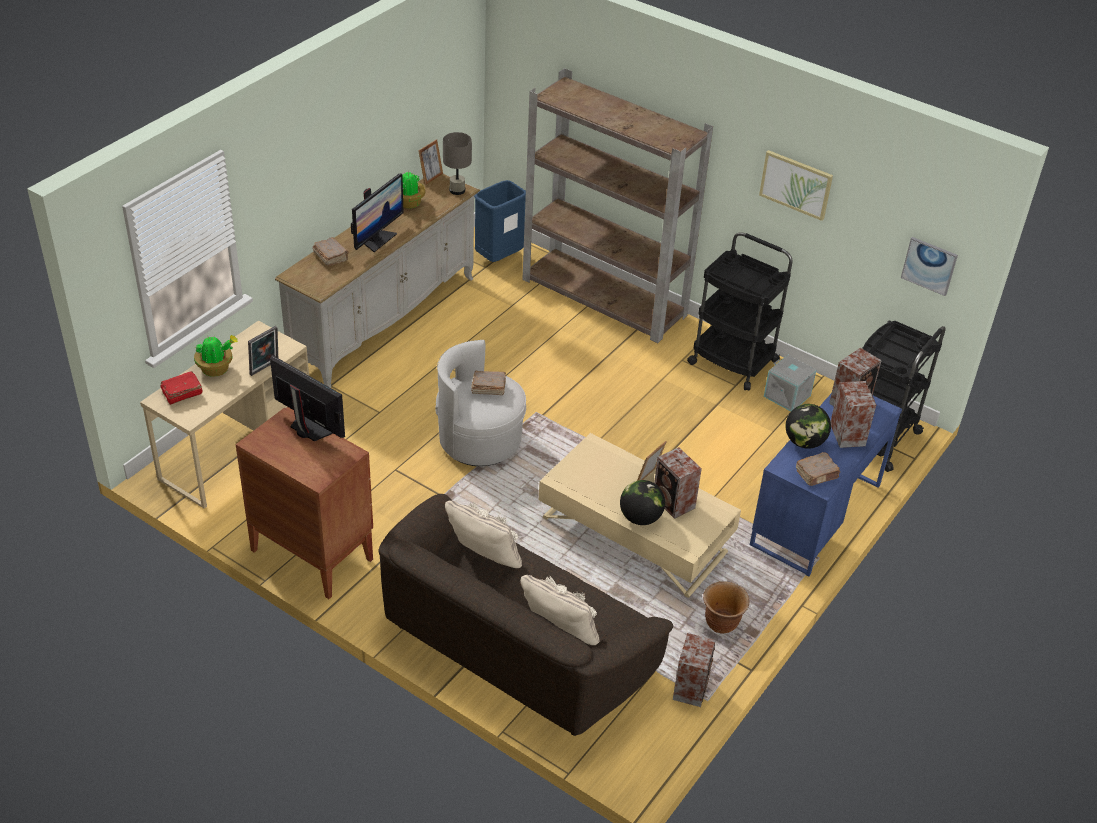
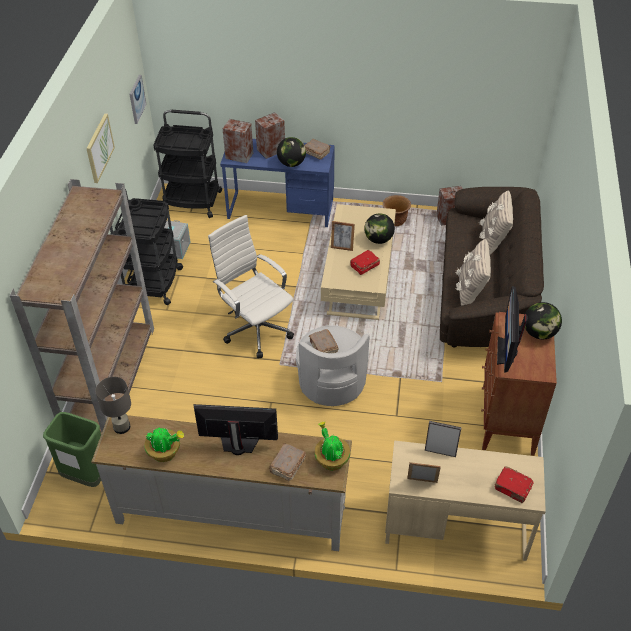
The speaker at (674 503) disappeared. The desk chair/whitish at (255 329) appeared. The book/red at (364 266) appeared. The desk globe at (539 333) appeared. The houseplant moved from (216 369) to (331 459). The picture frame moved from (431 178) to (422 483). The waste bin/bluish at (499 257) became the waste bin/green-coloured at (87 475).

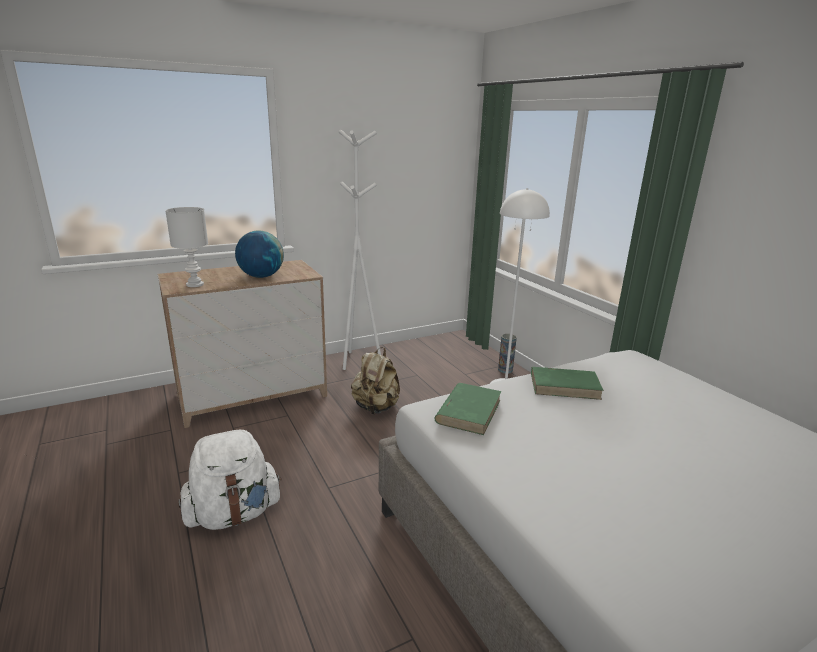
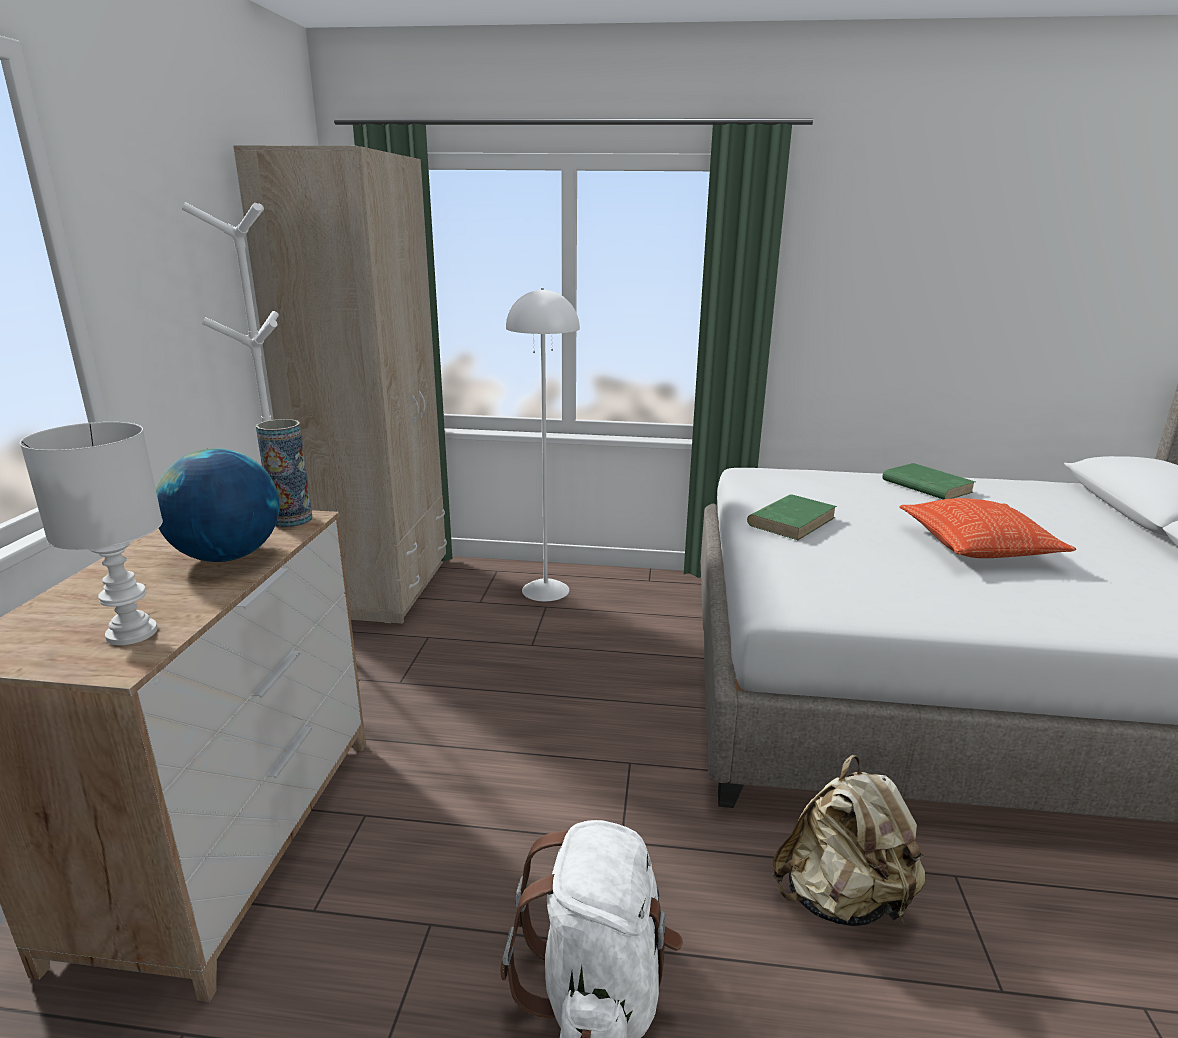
The clothes cupboard/beige-coloured at (385 585) appeared. The pillow/orangey at (978 547) appeared. The backpack/beige-coloured moved from (376 407) to (842 898). The book/green-coloured moved from (469 411) to (926 486). The decorative vase moved from (505 370) to (291 520).

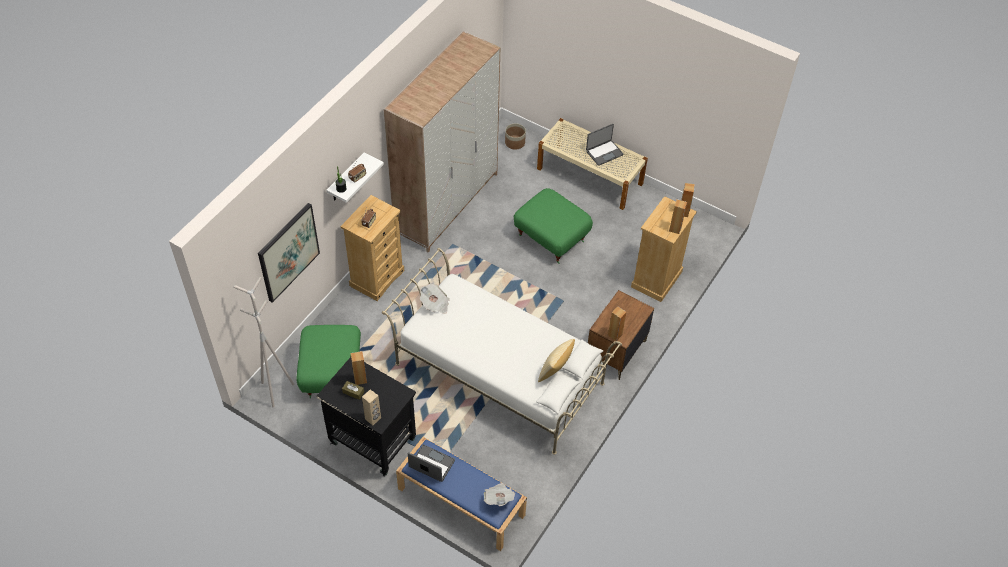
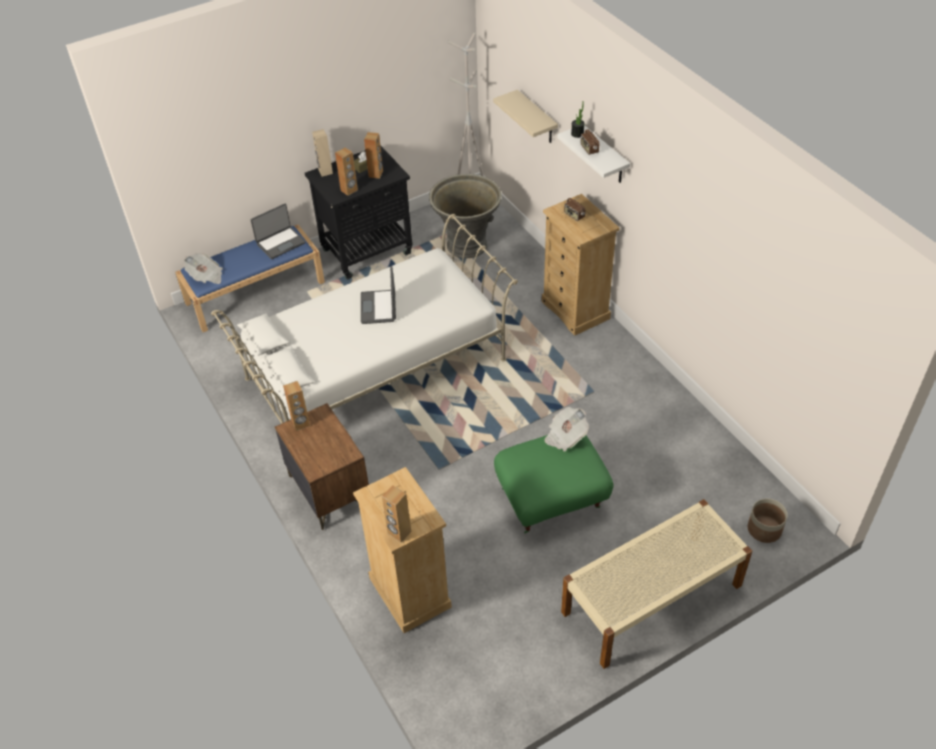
The clothes cupboard/whitish at (446 203) disappeared. The pillow at (555 371) disappeared. The newspaper moved from (435 304) to (565 436). The notebook computer moved from (604 152) to (379 307). The speaker/brownish moved from (675 229) to (349 190). The wall art at (288 252) was replaced by the wall shelf/beige-coloured at (537 118). The footrest/green-coloured at (331 373) was replaced by the planter/gray at (467 245).

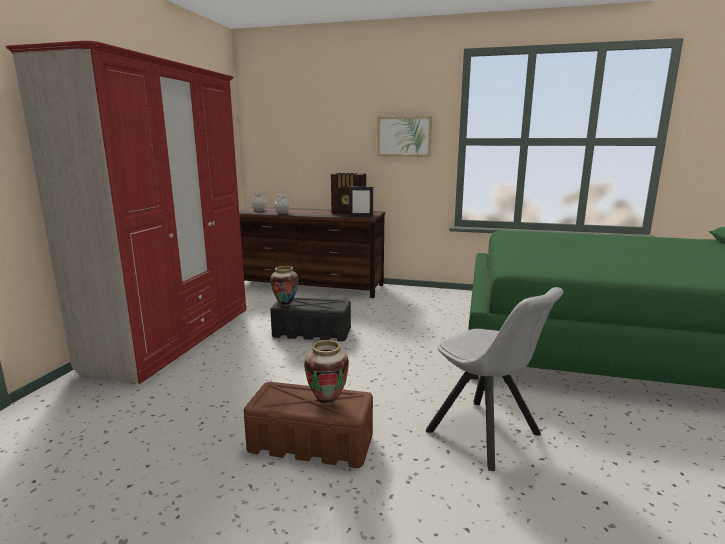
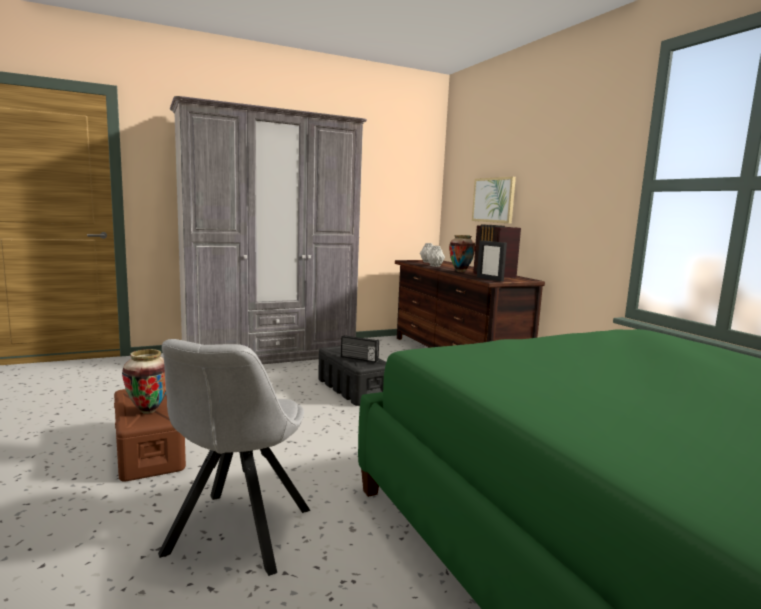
The radio at (359 359) appeared. The decorative vase moved from (285 304) to (460 271). The wall art moved from (404 136) to (493 200). The clothes cupboard/red at (175 337) became the clothes cupboard/gray at (271 355).

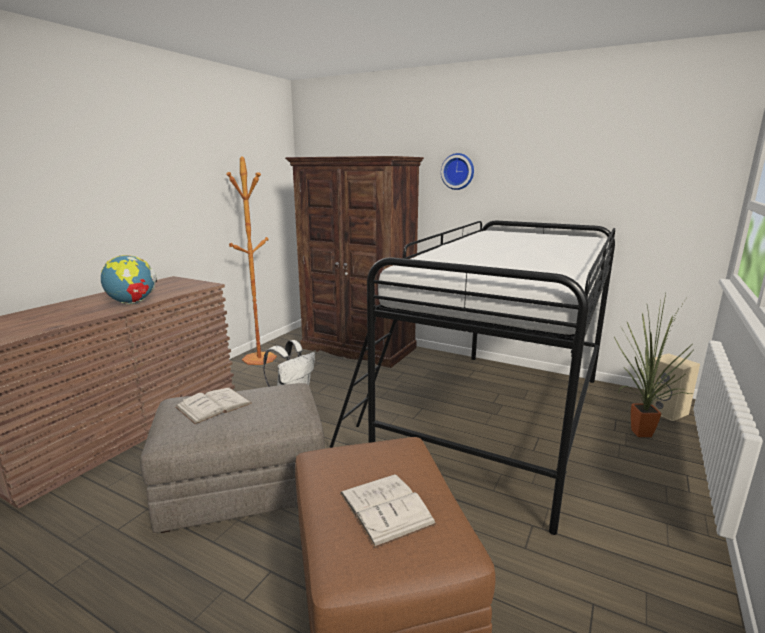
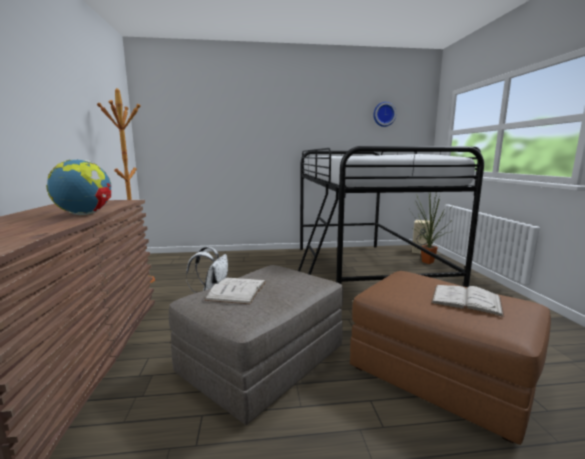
The clothes cupboard/brownish at (358 348) disappeared. The wall clock moved from (458 171) to (384 114).

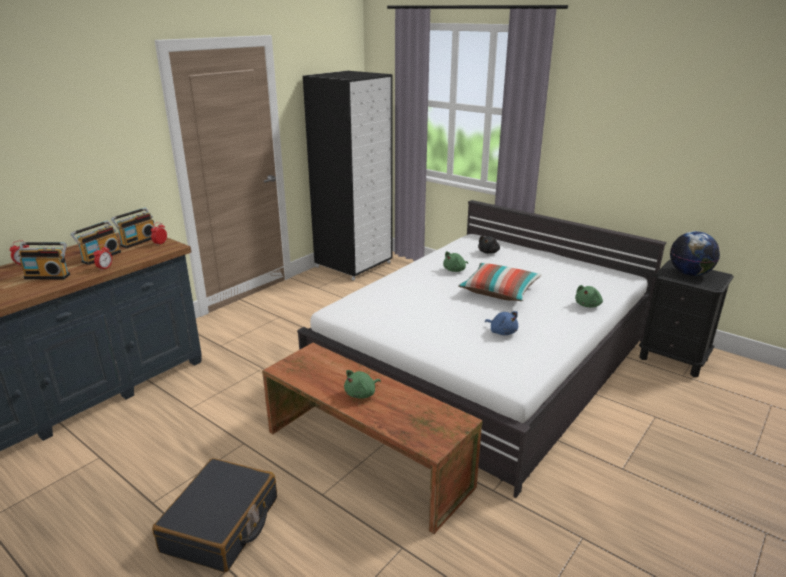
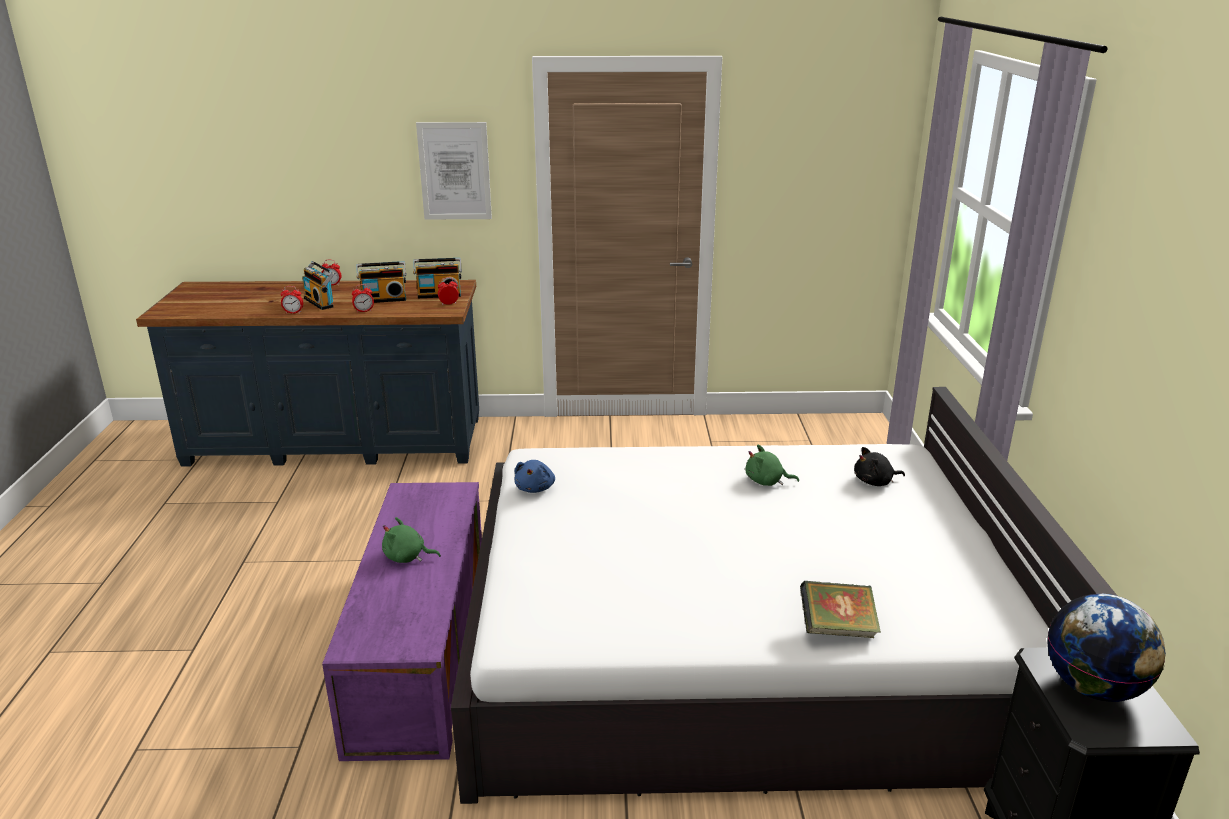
The suitcase/black-coloured at (221 525) disappeared. The clothes cupboard at (353 265) disappeared. The pillow at (499 291) disappeared. The alarm clock at (293 312) appeared. The wall art at (454 171) appeared. The plush toy/bluish moved from (502 332) to (535 488). The plush toy/green-coloured at (588 305) was replaced by the book at (837 629). The bench/brownish at (369 457) became the bench/purplish at (423 649).

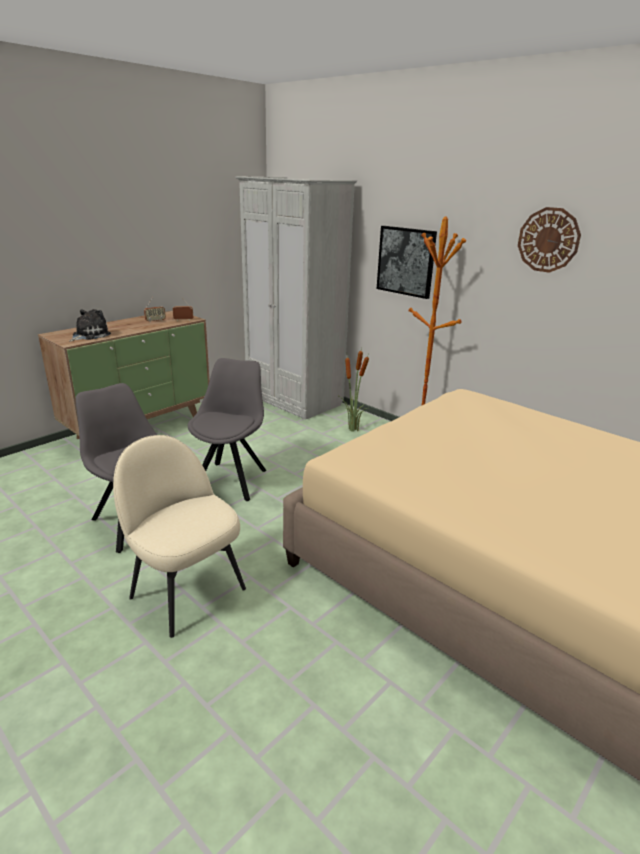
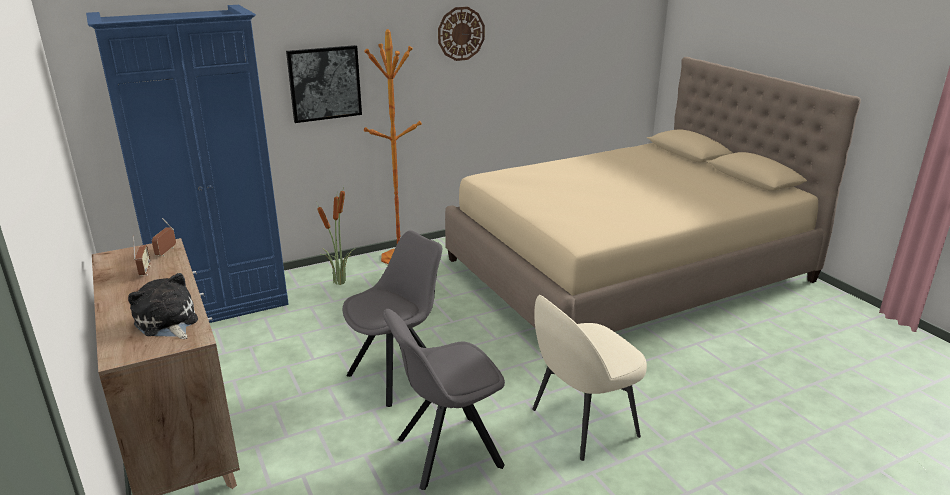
The clothes cupboard/whitish at (293 399) became the clothes cupboard/bluish at (222 302). The chair/gray at (231 481) turned 105 degrees clockwise.

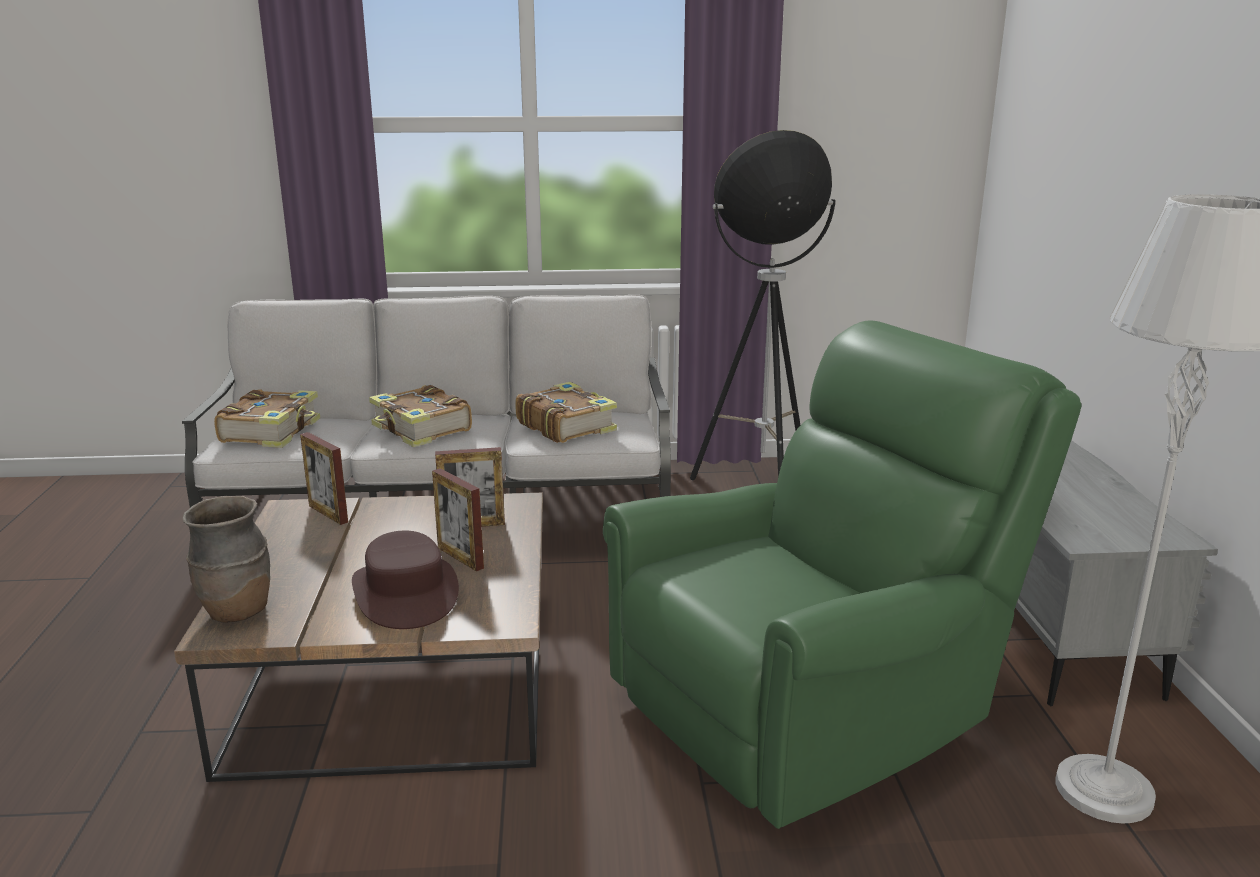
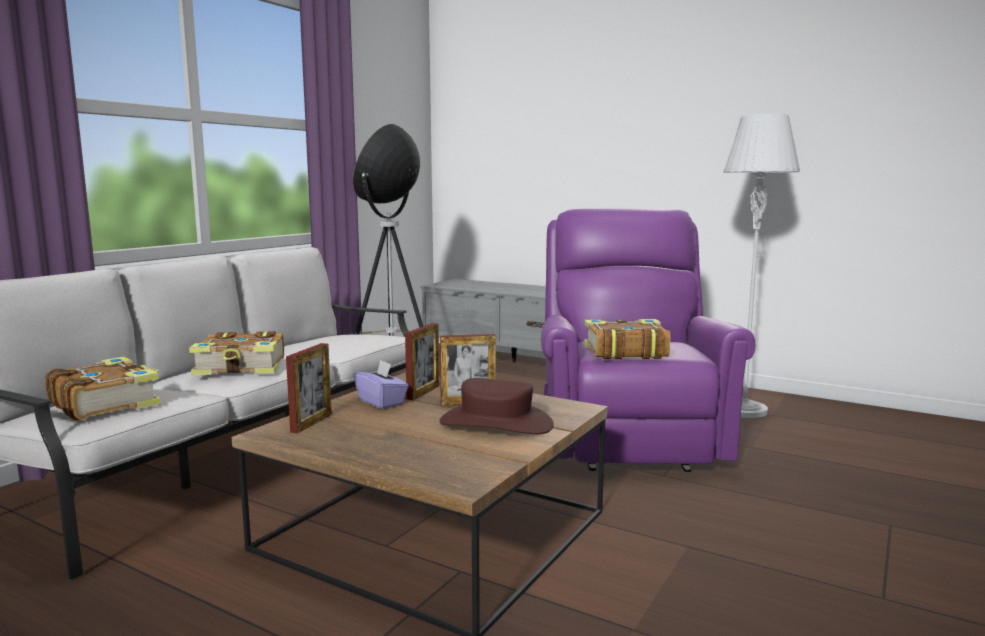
The decorative vase/brownish at (237 612) disappeared. The tissue box/purplish at (382 402) appeared. The book moved from (566 426) to (624 351). The lounge chair/green-coloured at (812 709) became the lounge chair/purplish at (627 435). The picture frame at (328 514) turned 60 degrees counterclockwise.

